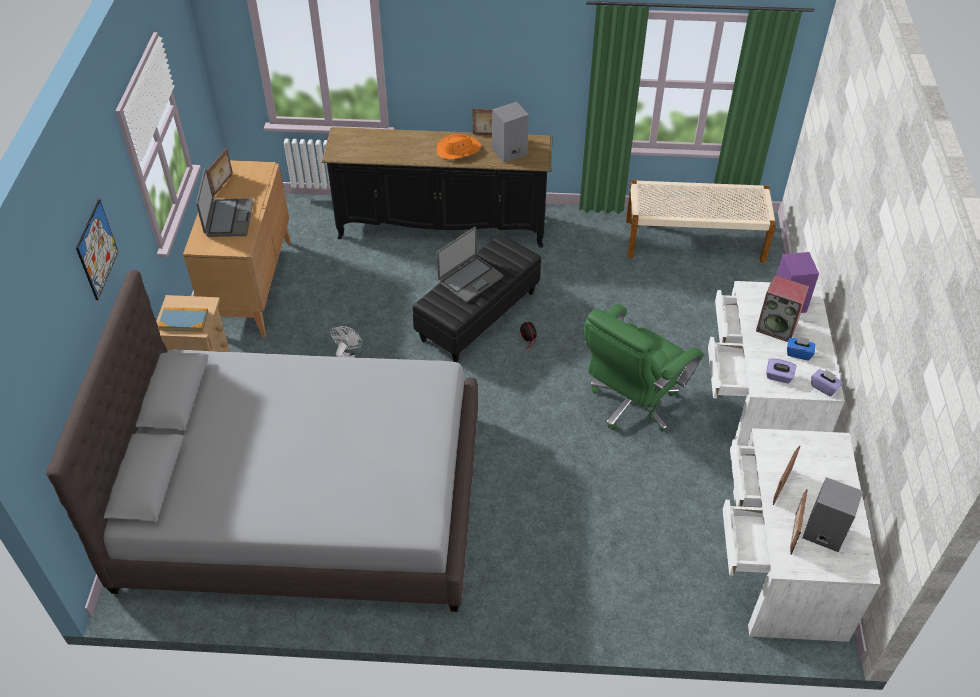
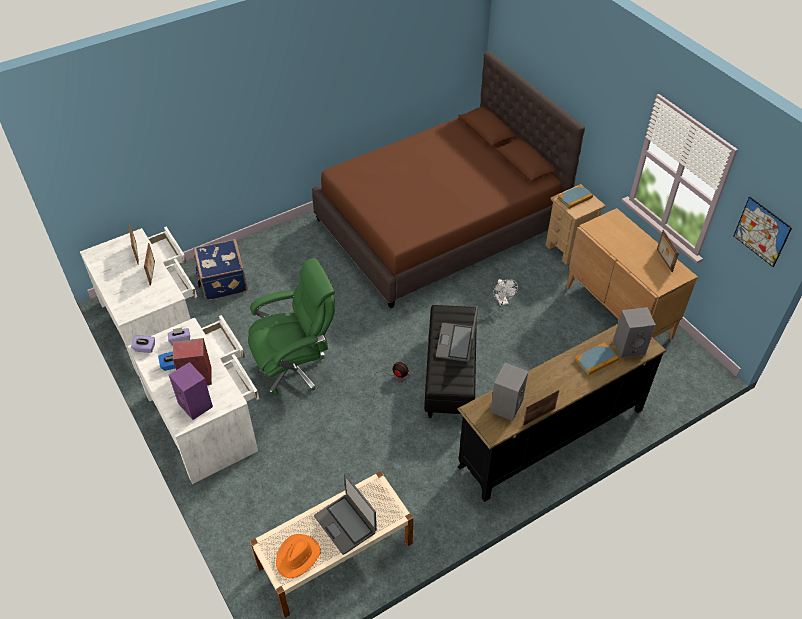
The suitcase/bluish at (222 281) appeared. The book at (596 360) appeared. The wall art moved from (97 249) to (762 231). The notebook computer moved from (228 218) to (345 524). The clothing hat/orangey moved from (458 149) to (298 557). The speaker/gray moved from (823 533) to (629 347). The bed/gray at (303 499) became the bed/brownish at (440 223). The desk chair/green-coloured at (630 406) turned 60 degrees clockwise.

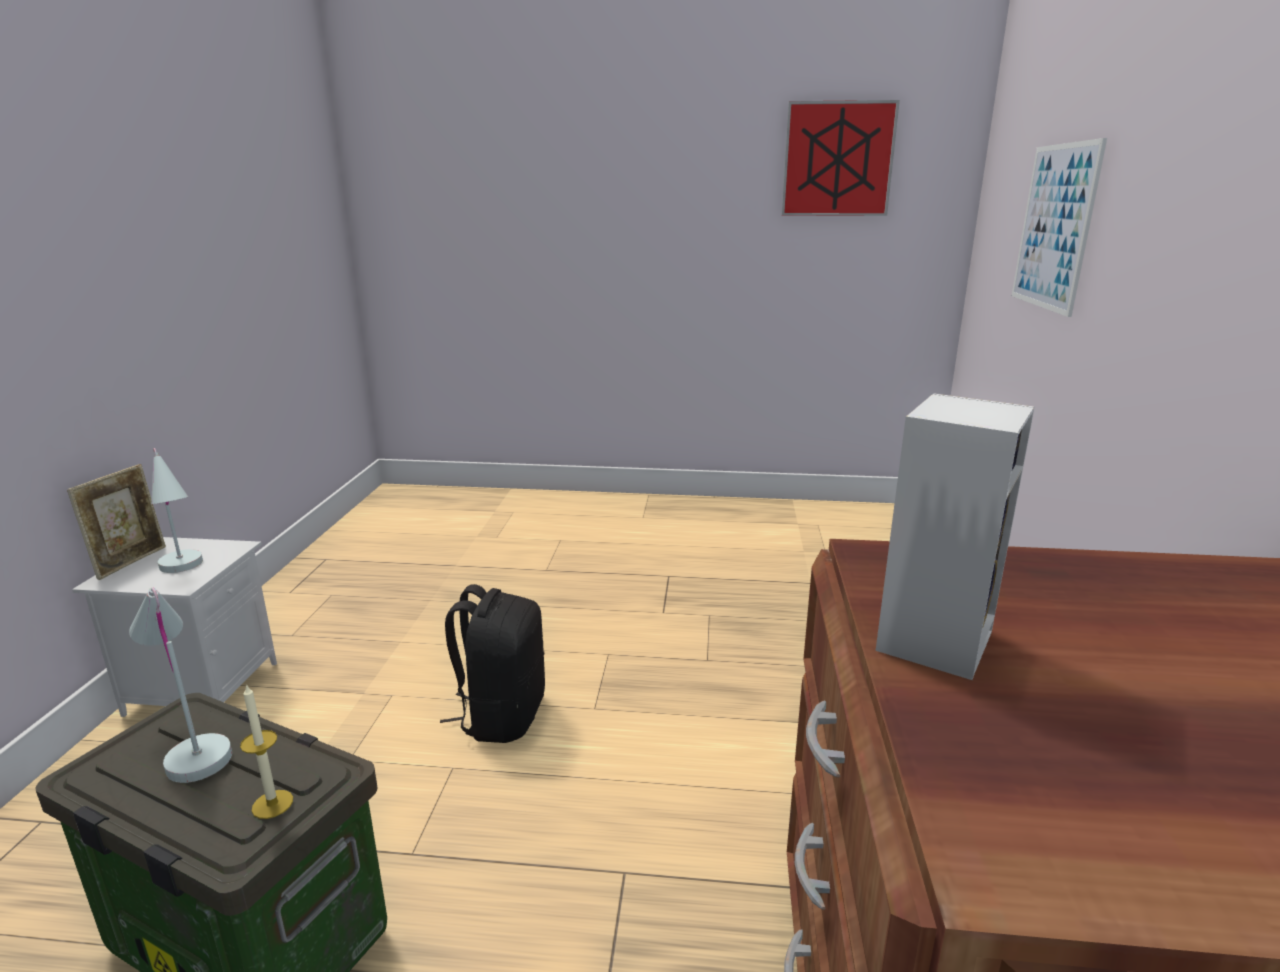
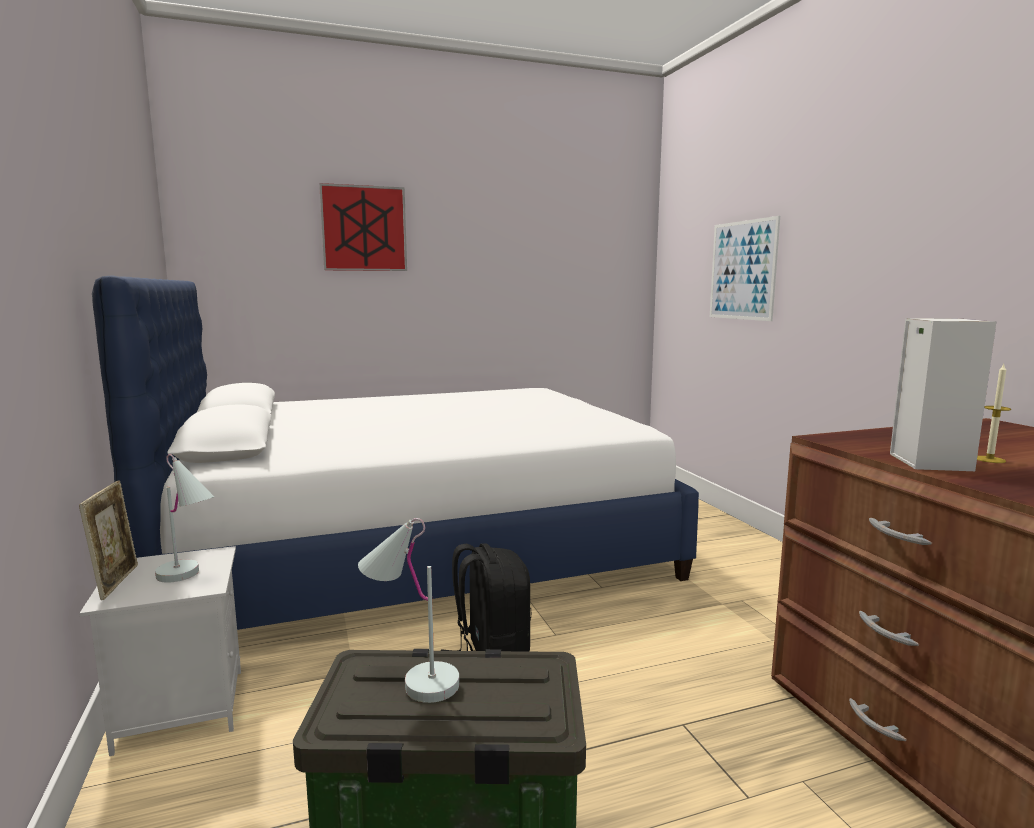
The bed/whitish at (417 548) appeared. The wax light moved from (272 804) to (989 459). The wall art moved from (838 159) to (364 228).

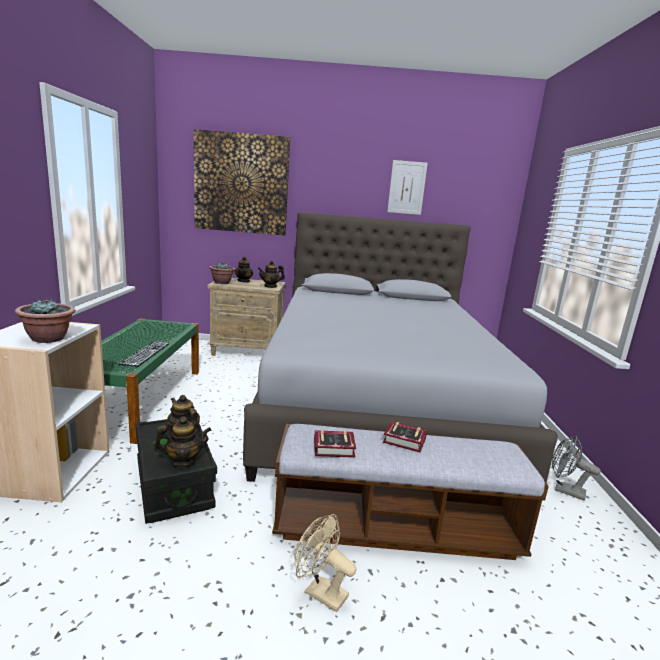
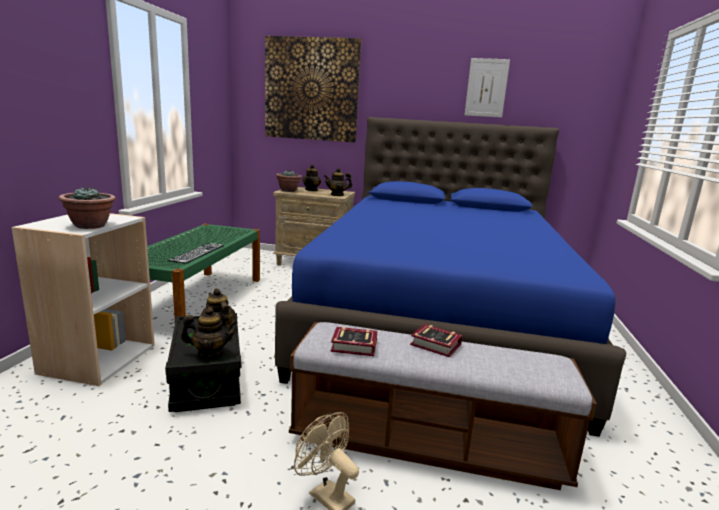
The cooling fan/gray at (564 490) disappeared. The bed/gray at (376 402) became the bed/bluish at (438 317).

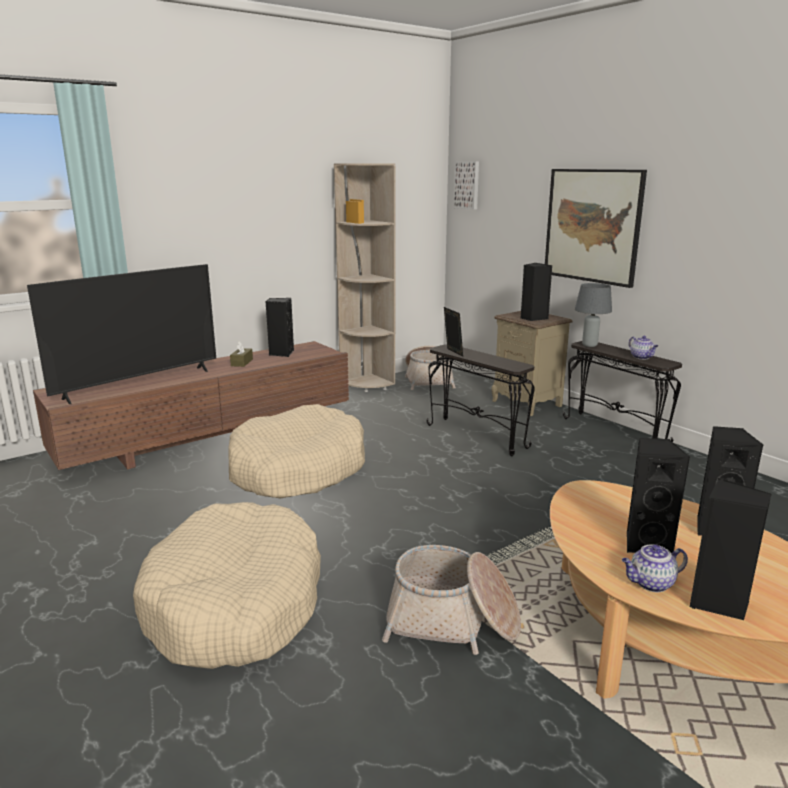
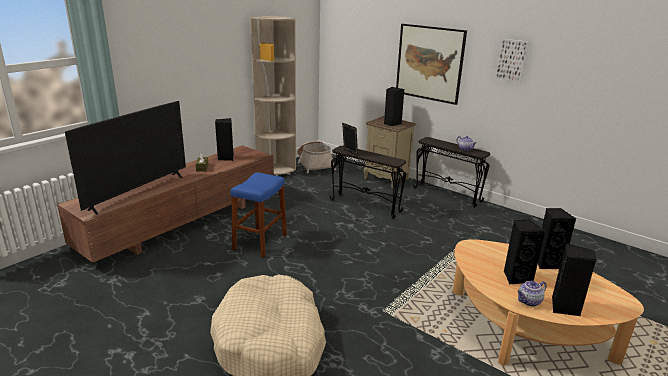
The storage basket at (452 621) disappeared. The table lamp/gray at (590 345) disappeared. The wall art moved from (467 185) to (512 60). The pet bed/beige-coloured at (297 469) was replaced by the stool/bluish at (260 242).

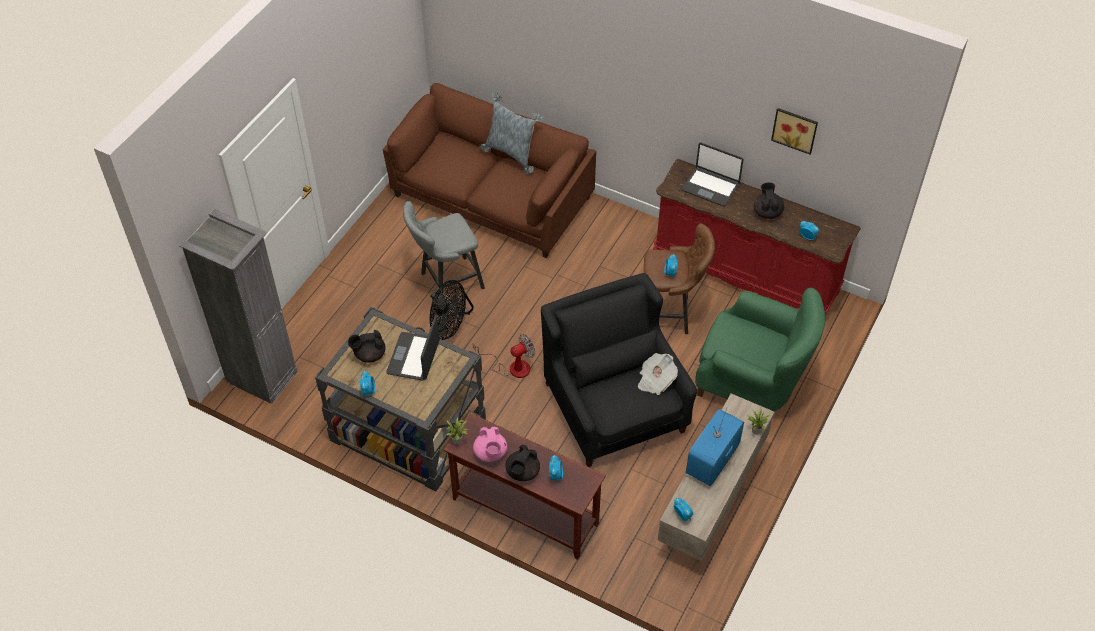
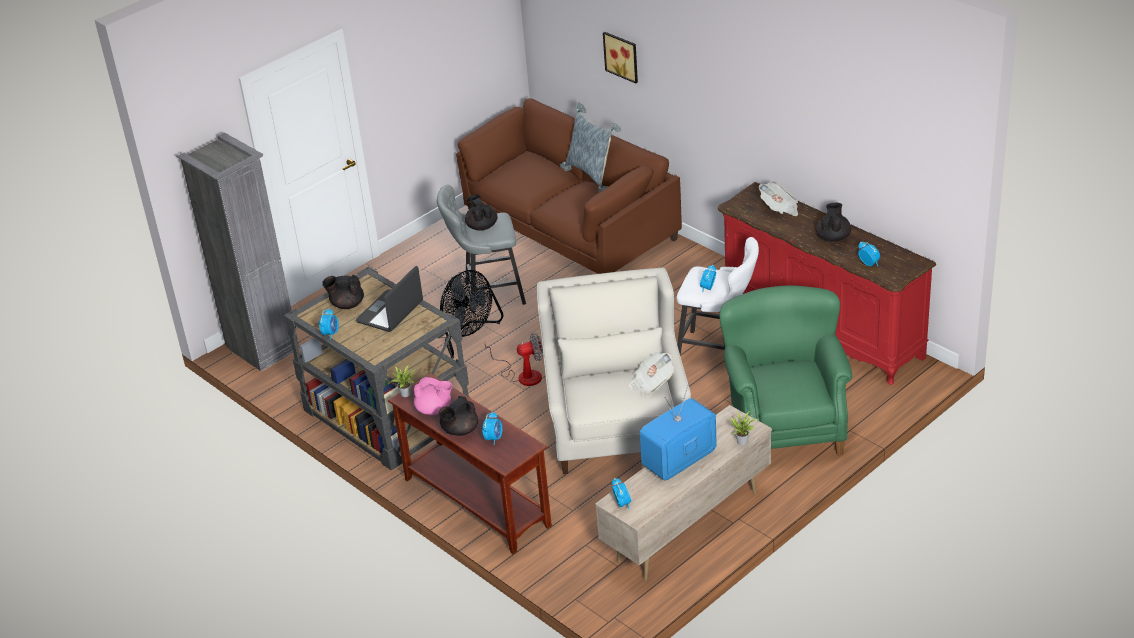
The tea pot/black-coloured at (481 226) appeared. The wall art moved from (795 129) to (622 56). The notebook computer at (710 187) was replaced by the newspaper at (779 209). The lounge chair/black-coloured at (614 408) became the lounge chair/whitish at (617 426). The stool/brownish at (671 314) became the stool/whitish at (720 353). The tea pot/pink-coloured at (490 453) turned 75 degrees counterclockwise. The lounge chair/green-coloured at (752 380) turned 135 degrees counterclockwise.

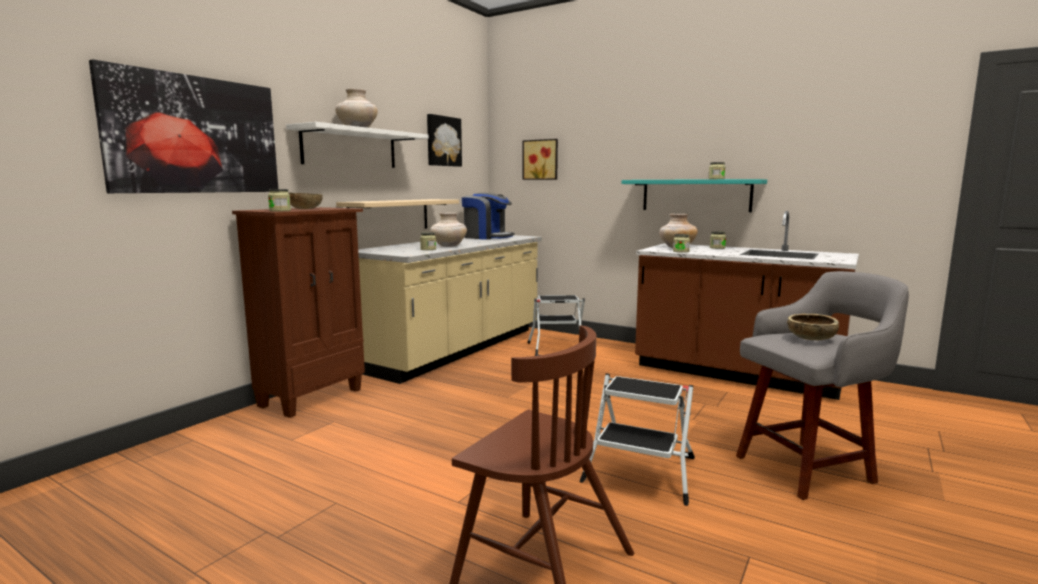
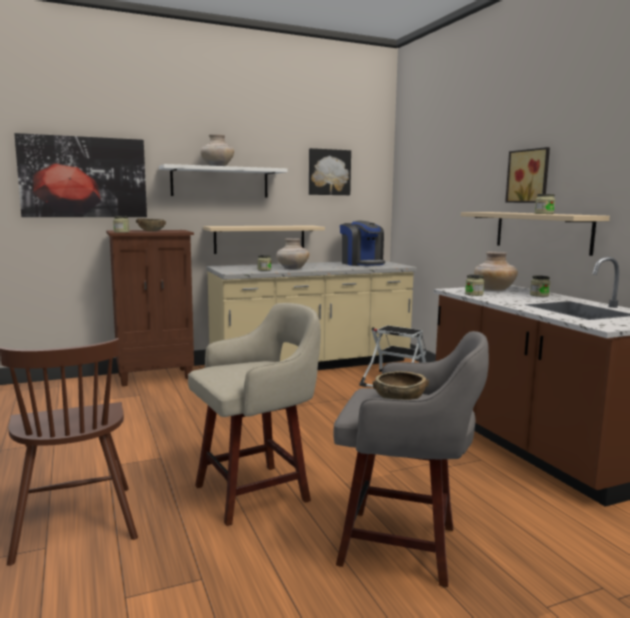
The wall art moved from (541 159) to (529 176). The step ladder at (641 471) was replaced by the stool/beige-coloured at (257 492). The wall shelf/turquoise-coloured at (695 195) became the wall shelf/beige-coloured at (542 232).

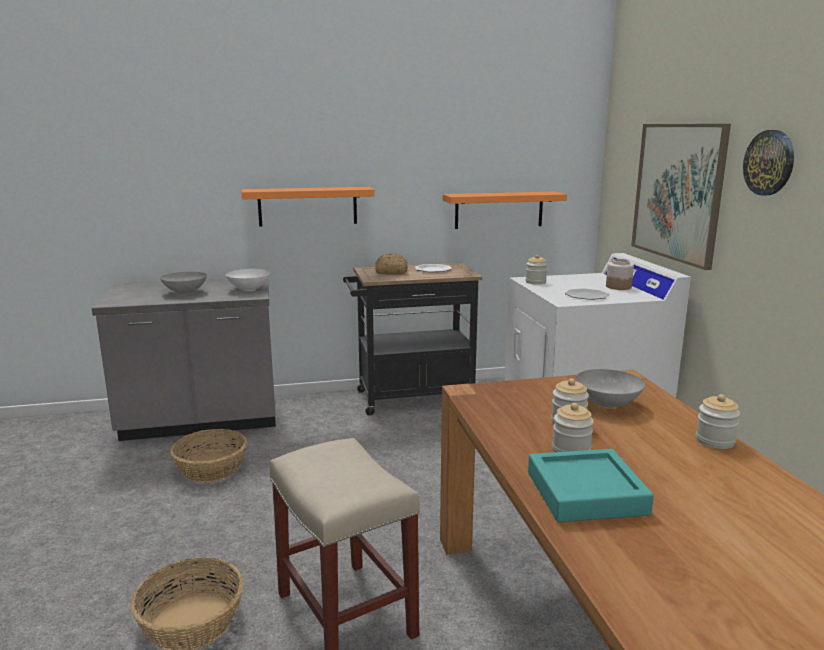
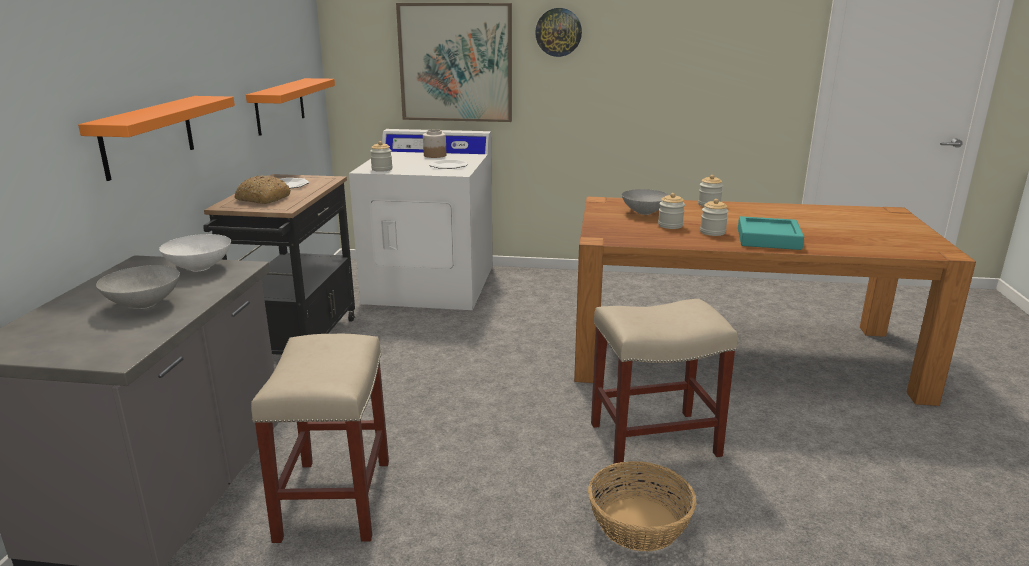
The storage basket at (211 468) was replaced by the stool/beige-coloured at (334 498).

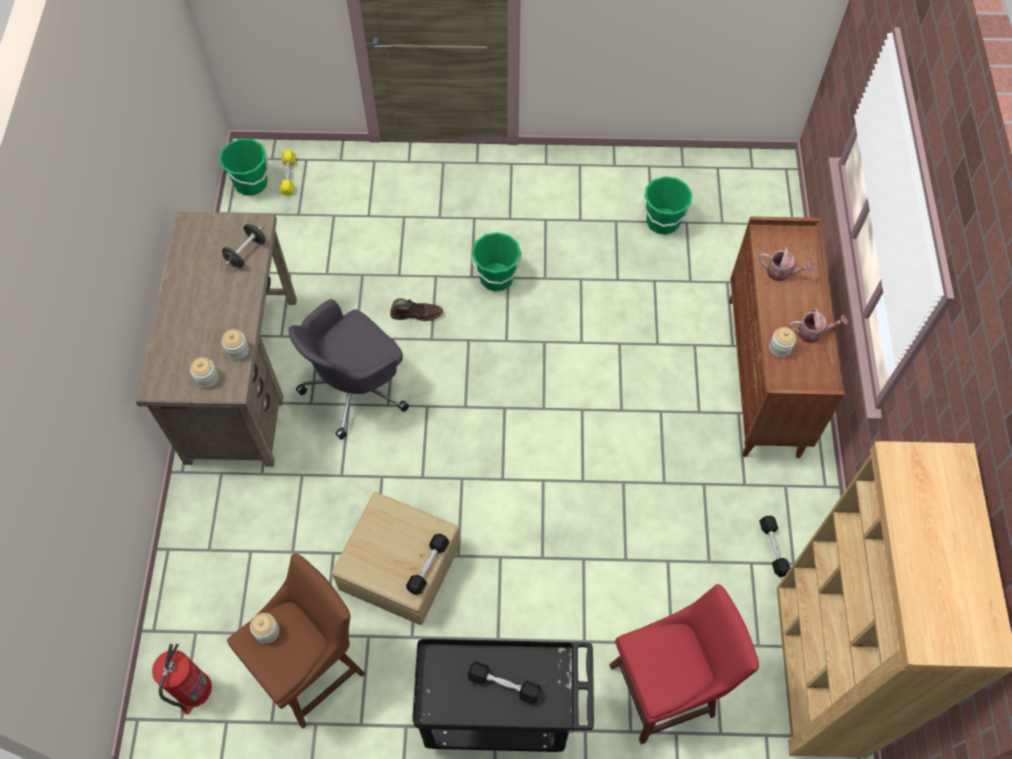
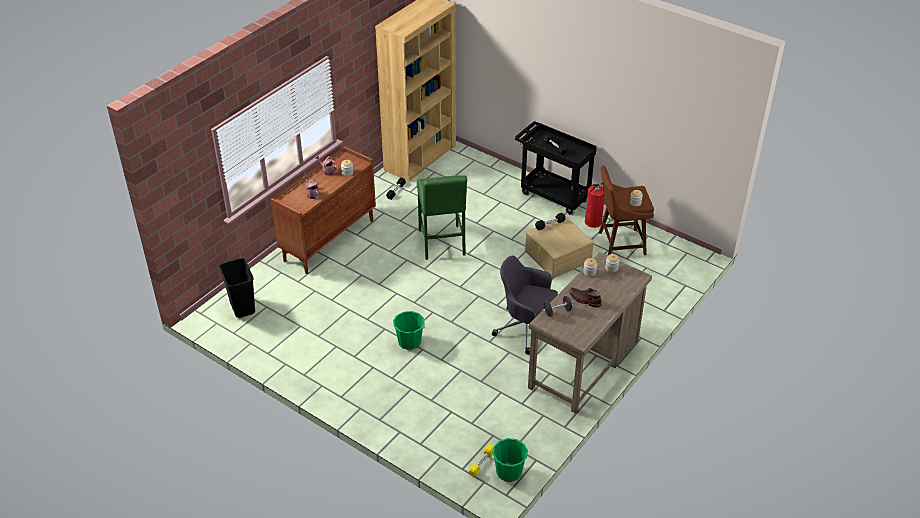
The stool/red at (667 688) disappeared. The pail/green-coloured at (662 221) disappeared. The waste bin/black-coloured at (243 307) appeared. The stool/green-coloured at (442 244) appeared. The extinguisher moved from (193 690) to (593 222). The tall boot/brownish moved from (416 313) to (584 300). The desk chair/gray at (356 388) turned 150 degrees counterclockwise.

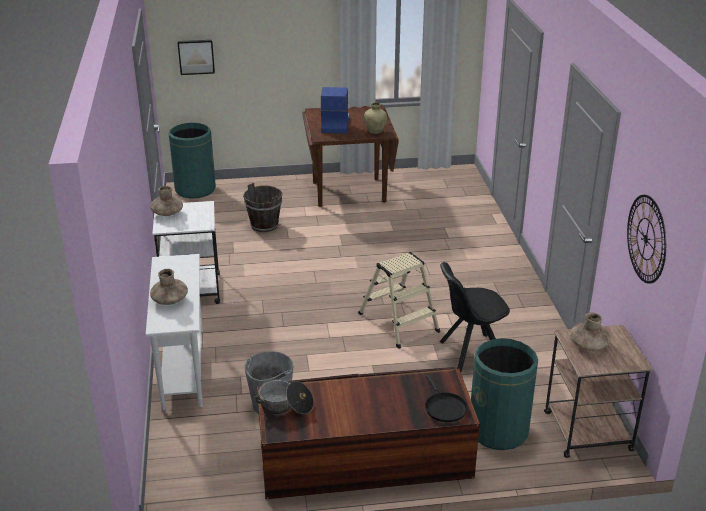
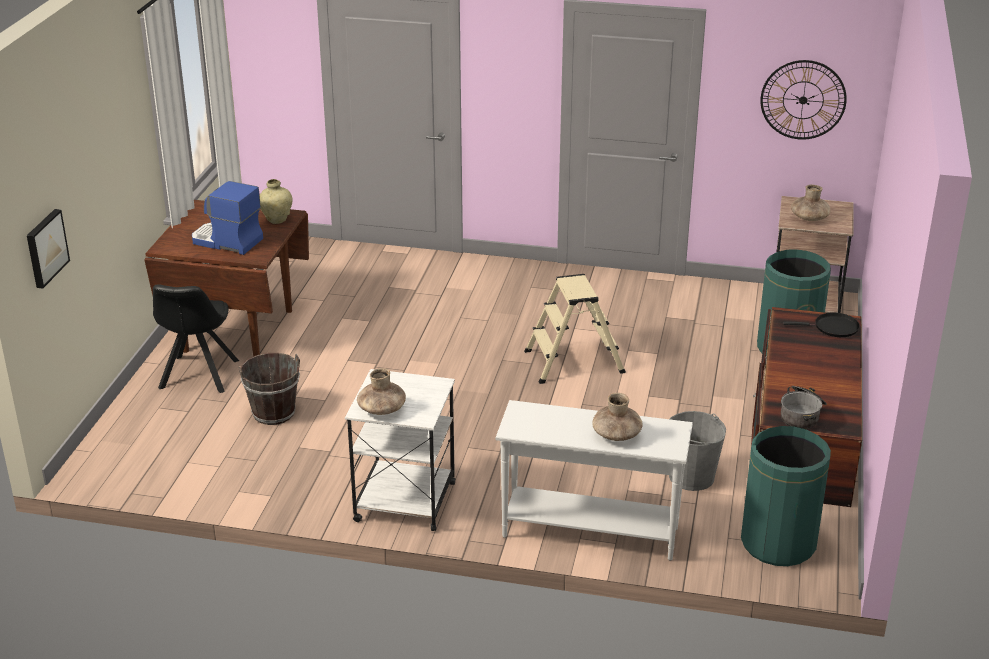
The waste bin/green-coloured moved from (195 189) to (778 543). The chair/black-coloured moved from (470 353) to (198 375).

